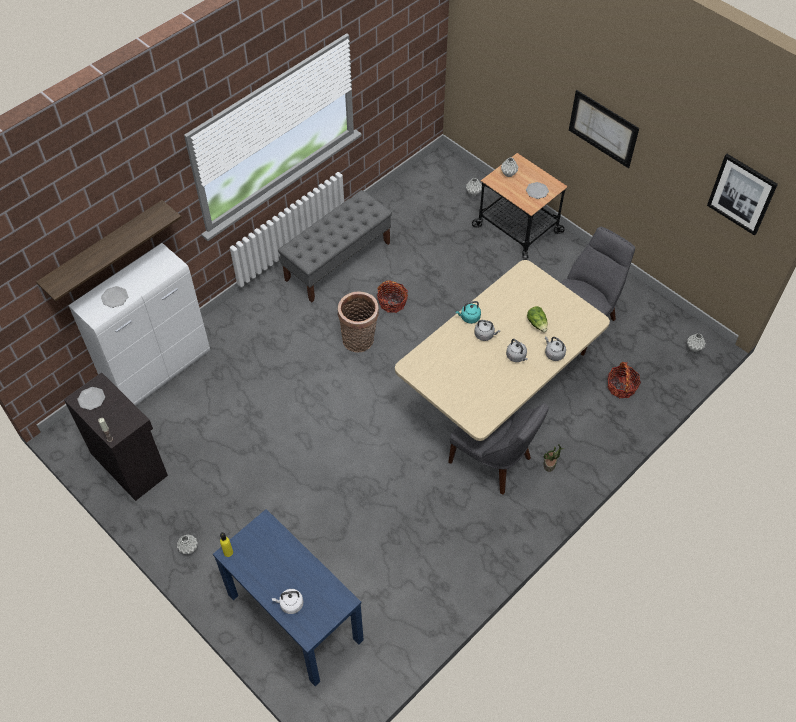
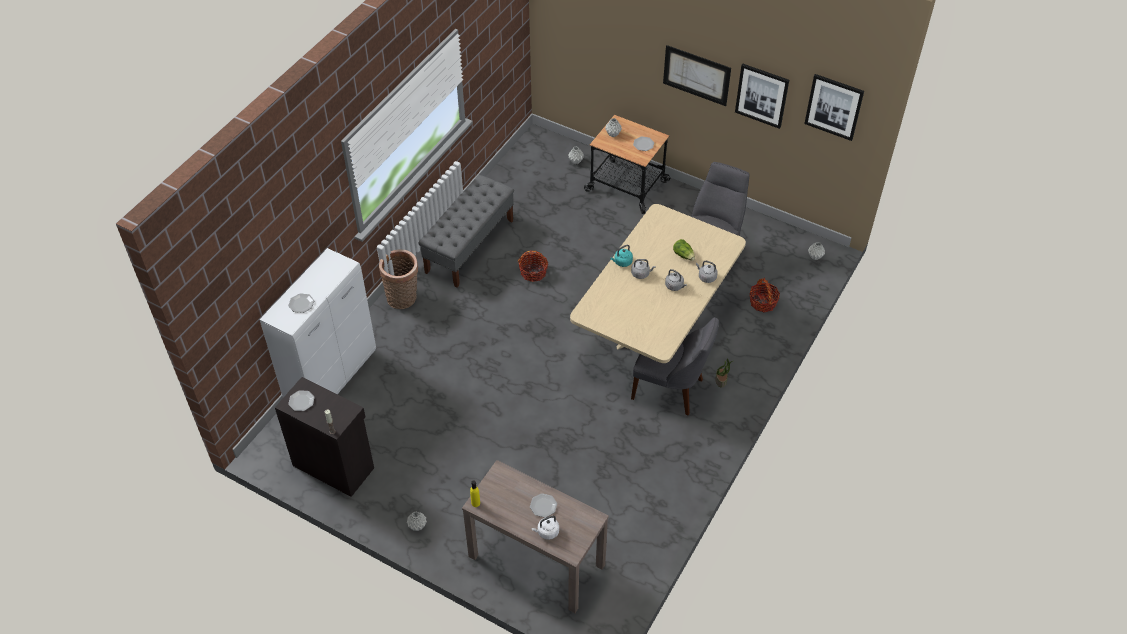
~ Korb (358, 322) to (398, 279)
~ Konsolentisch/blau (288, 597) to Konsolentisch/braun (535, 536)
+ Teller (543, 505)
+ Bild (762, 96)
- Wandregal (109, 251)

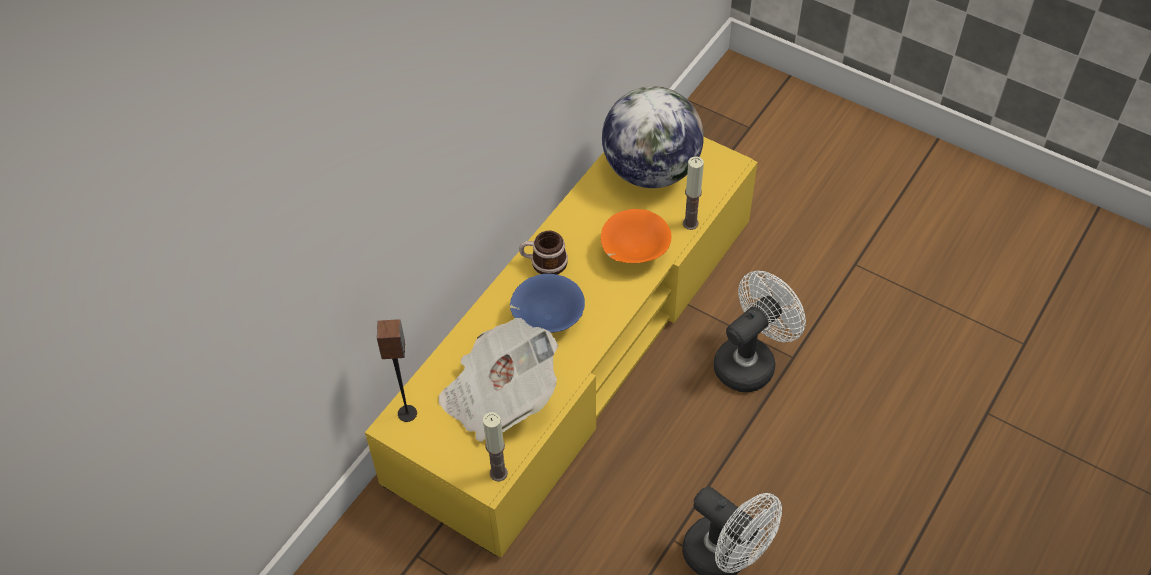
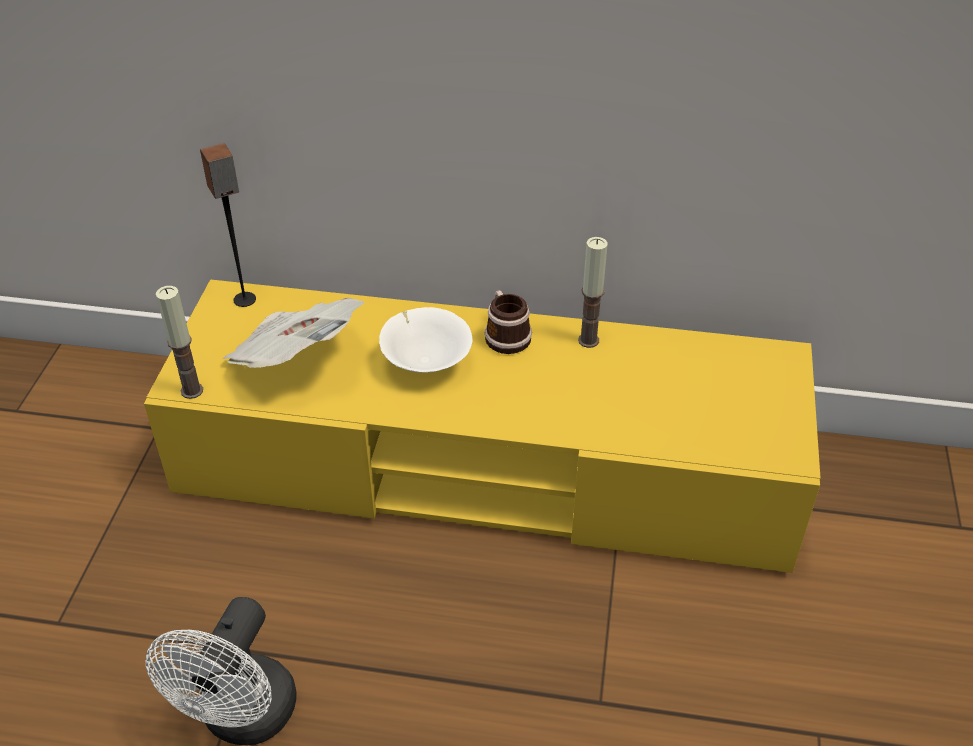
~ Schüssel/blau (547, 303) to Schüssel/weiß (426, 340)
~ Kerze (693, 193) to (592, 292)
- Schüssel/orange (636, 236)
- Globus (653, 137)
- Ventilator/weiß (759, 331)

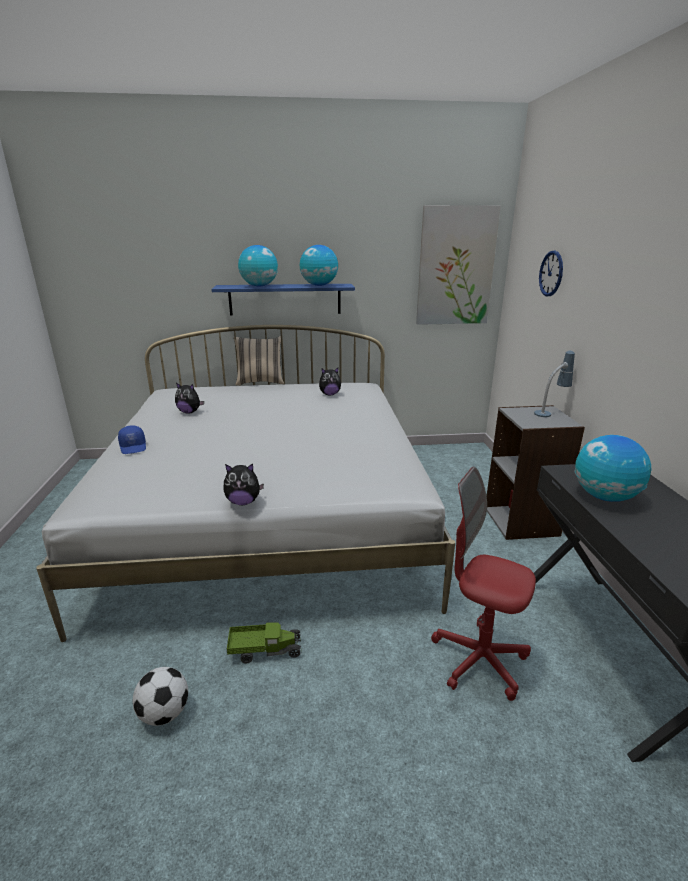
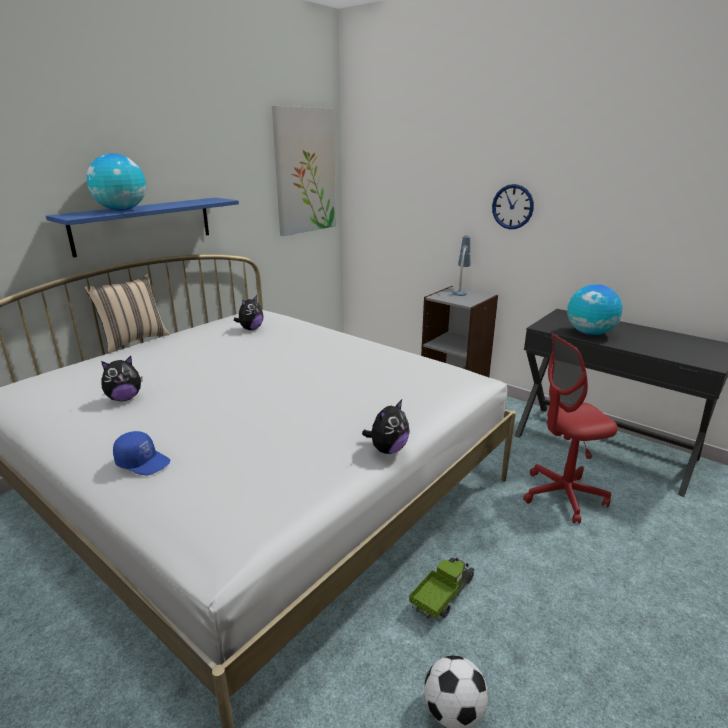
~ Wanduhr (551, 273) to (513, 206)
- Globus (319, 265)

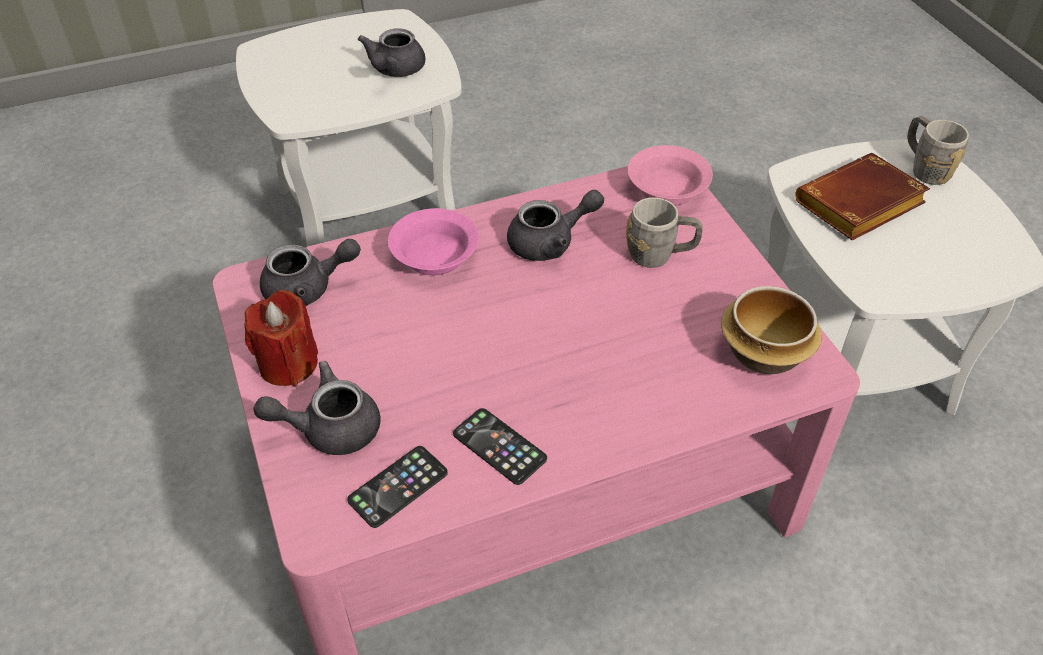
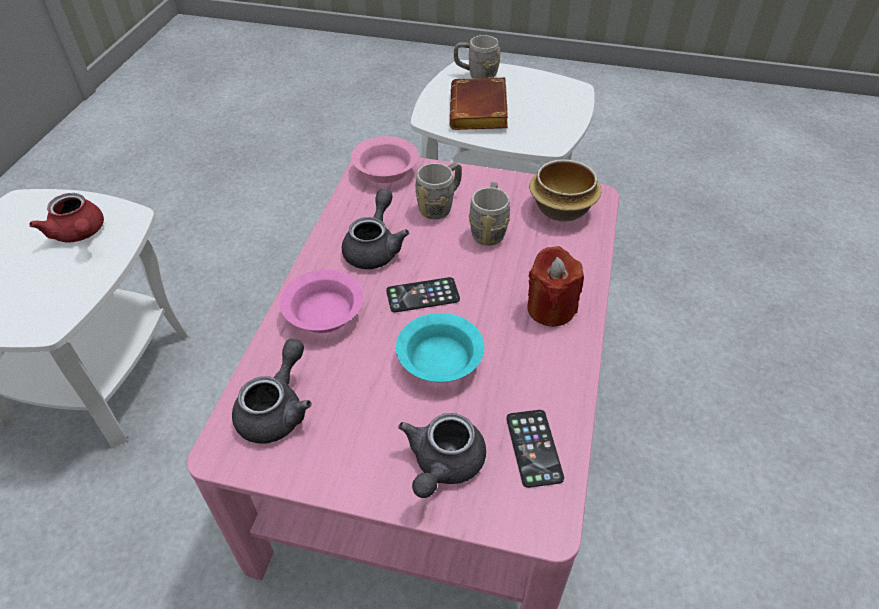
~ Teekanne/grau (391, 52) to Teekanne/rot (66, 217)
~ Handy (500, 446) to (423, 294)
+ Schüssel/türkis (440, 347)
+ Henkelbecher/grau (489, 213)
~ Kerze/rot (281, 338) to (556, 286)

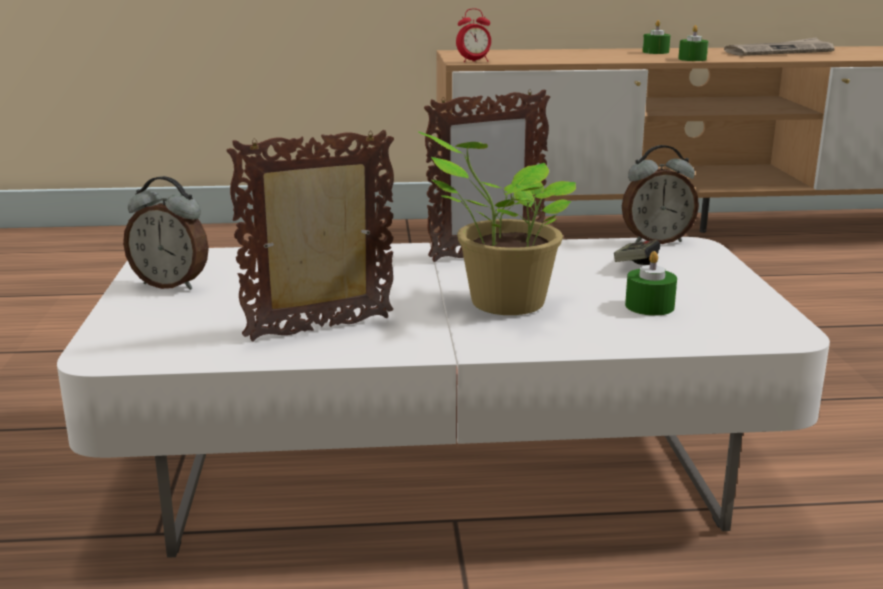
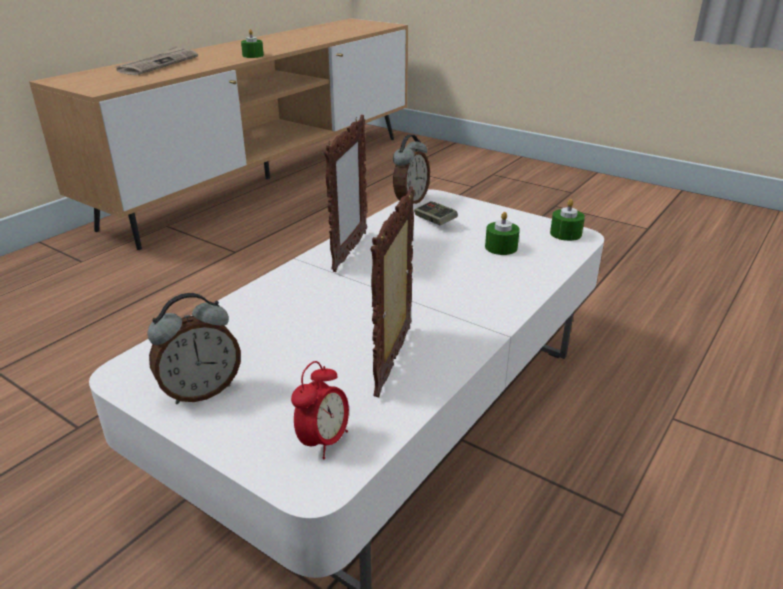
~ Zeitung (779, 46) to (156, 60)
~ Wecker (473, 35) to (320, 410)
~ Kerze/grün (656, 37) to (567, 220)
- Topfpflanze (497, 223)

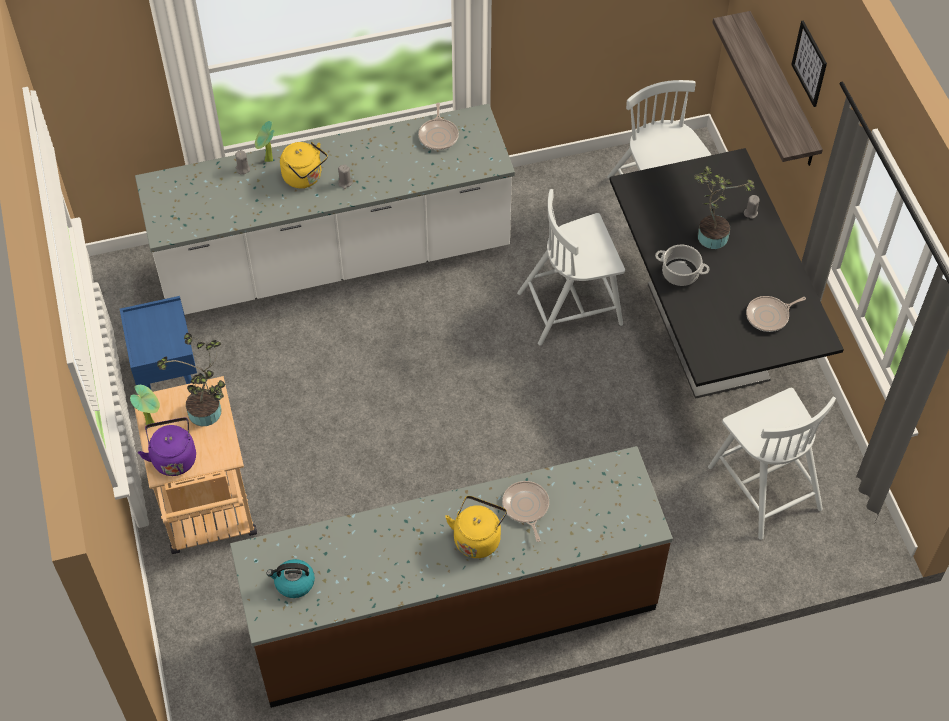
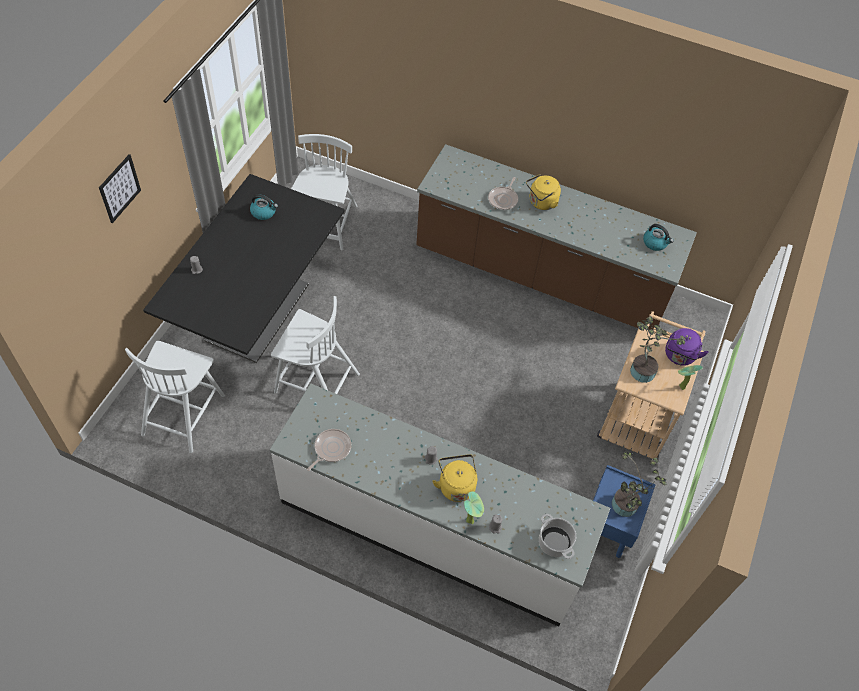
~ Pfanne (776, 314) to Wasserkessel (264, 207)
~ Kochtopf (682, 265) to (557, 536)
~ Topfpflanze (724, 207) to (639, 484)
- Wandregal (767, 88)

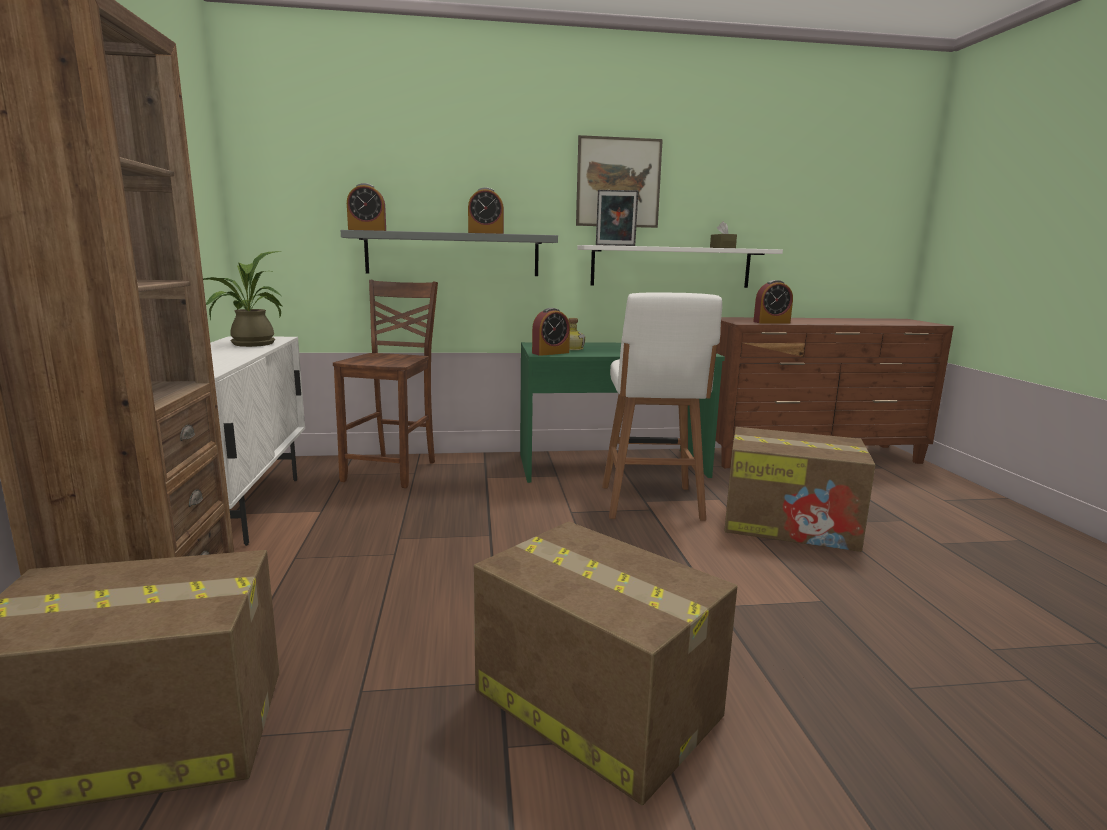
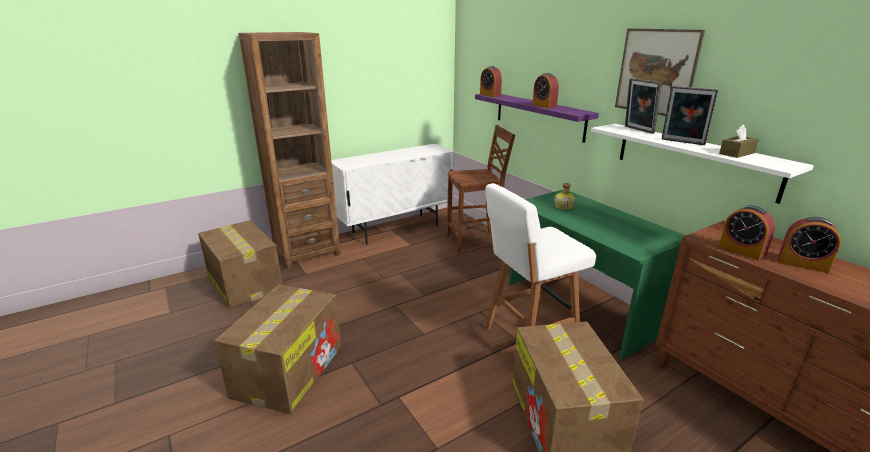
~ Wandregal/grau (449, 253) to Wandregal/lila (537, 118)
+ Bilderrahmen (690, 115)
~ Wecker (551, 332) to (809, 245)
- Topfpflanze (243, 299)

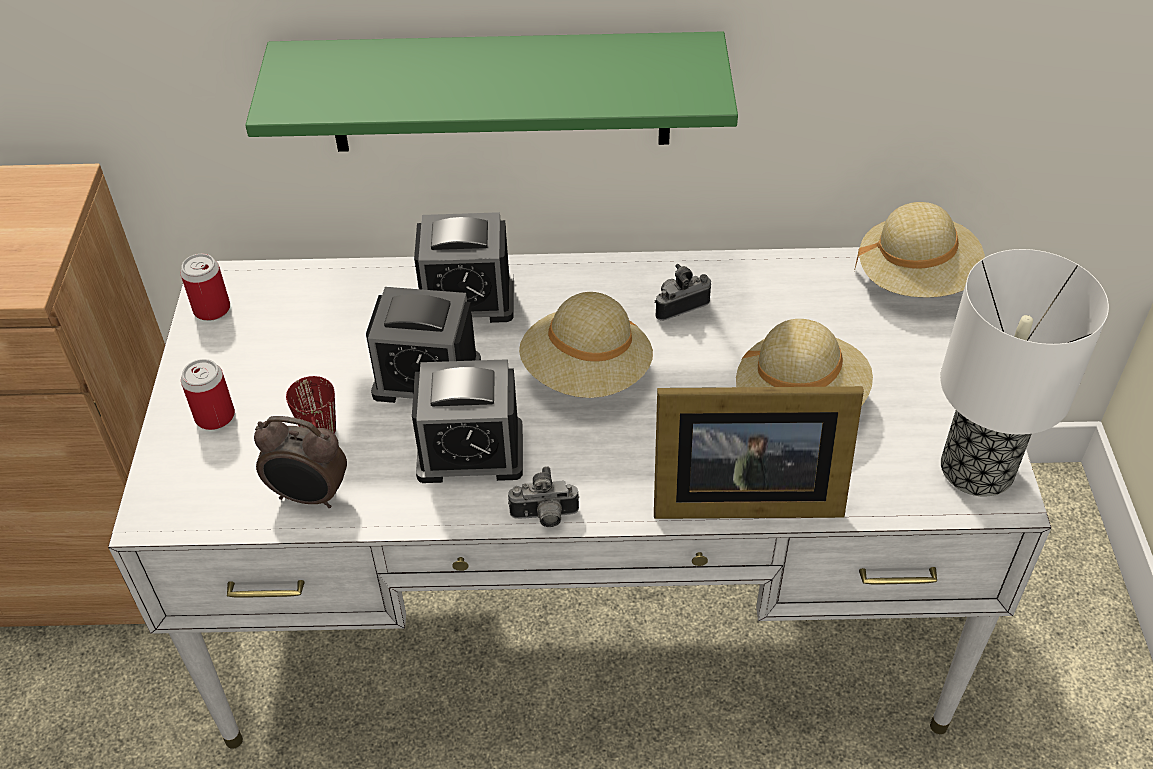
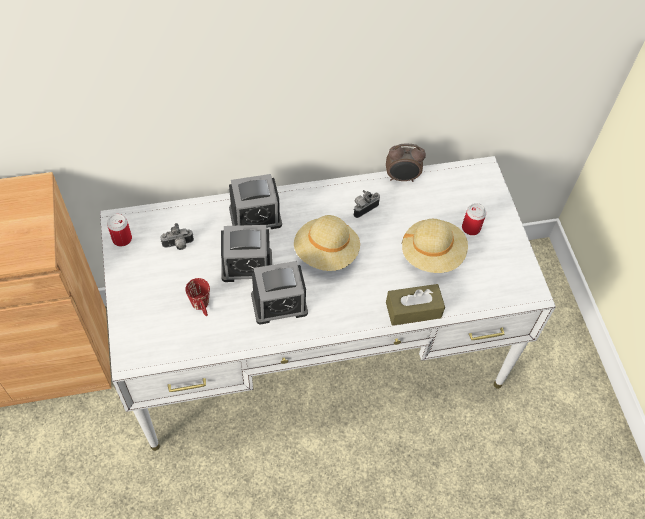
~ Kamera (544, 496) to (177, 236)
~ Wecker (300, 462) to (406, 163)
~ Bilderrahmen (759, 452) to Taschentuchbox/braun (415, 305)
~ Dose (208, 394) to (474, 219)
- Wandregal/grün (491, 91)
- Hut/beige (919, 250)
- Tischlampe (1024, 373)

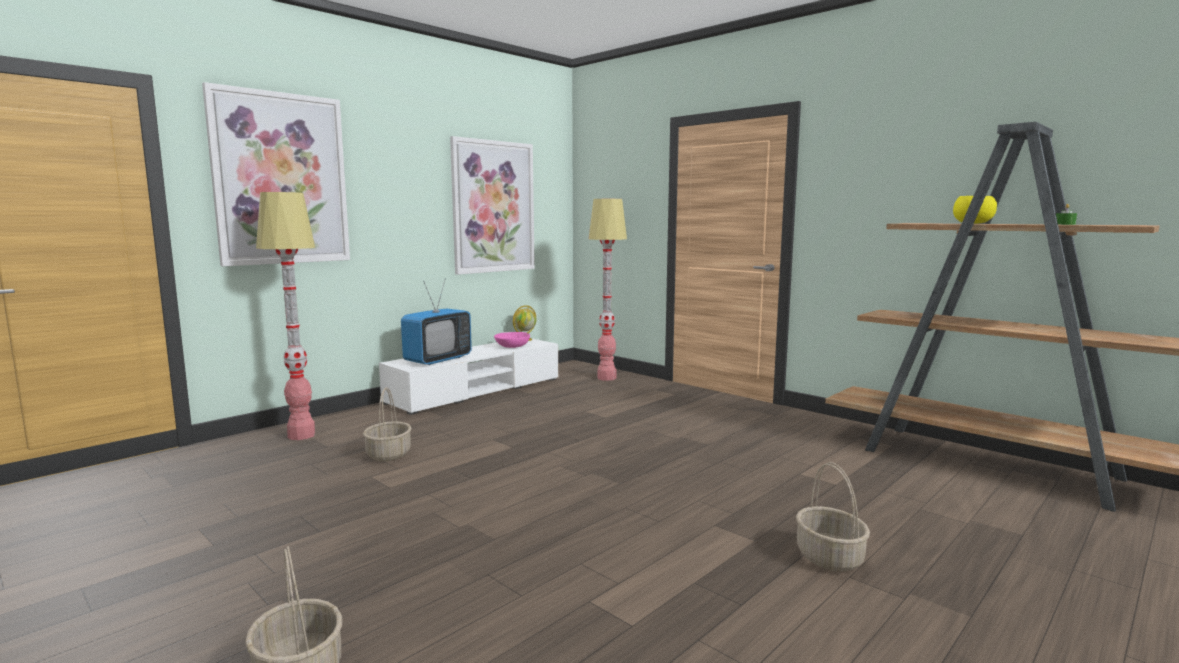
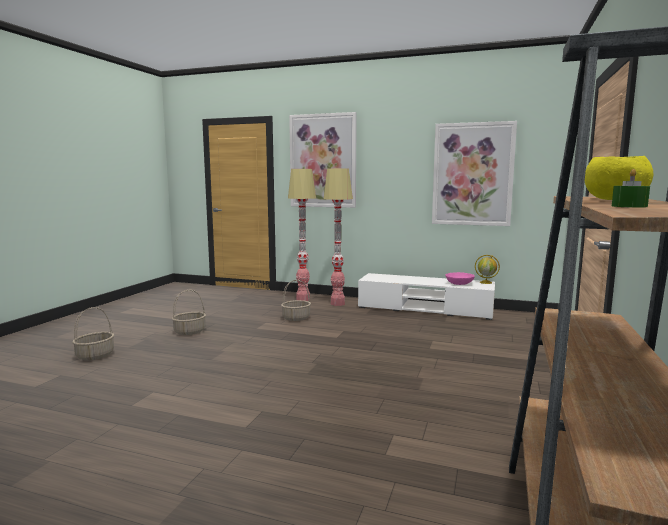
~ Korb (833, 517) to (189, 312)
~ Stehlampe (608, 290) to (338, 237)
- Fernseher (436, 322)

